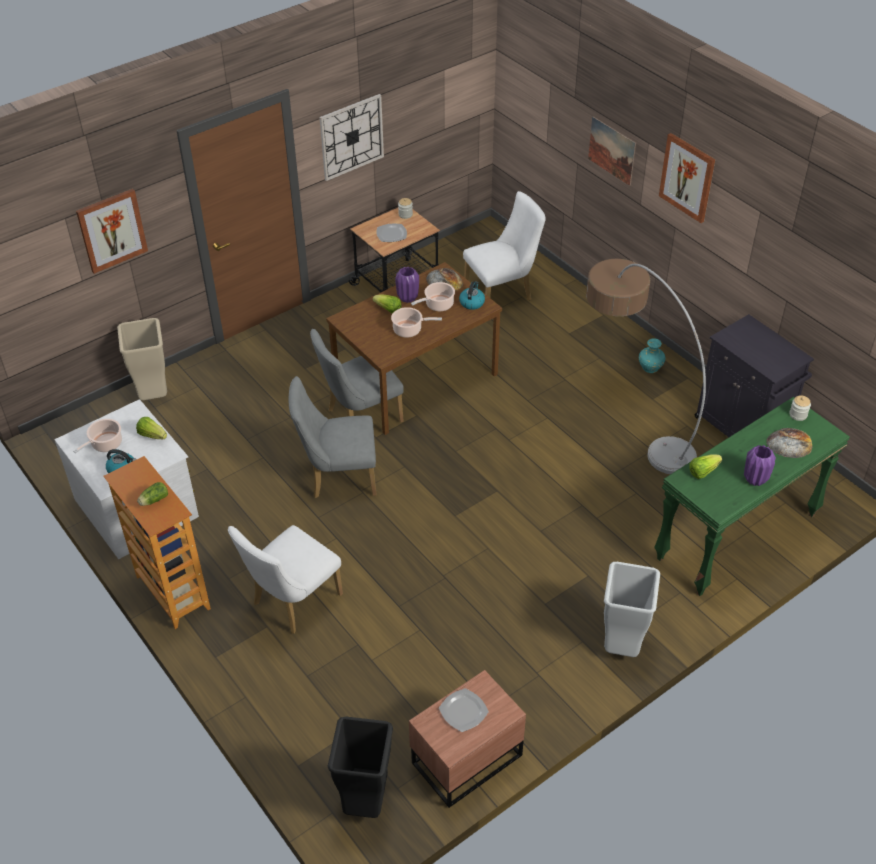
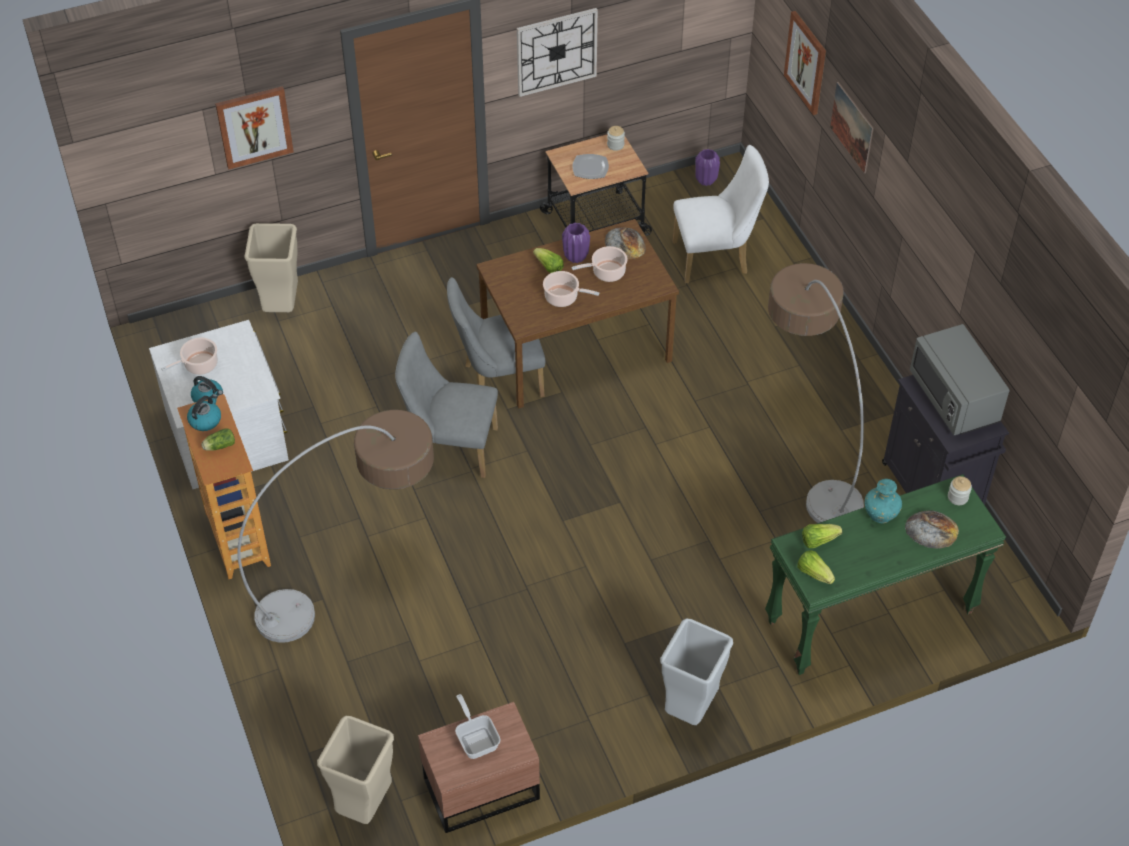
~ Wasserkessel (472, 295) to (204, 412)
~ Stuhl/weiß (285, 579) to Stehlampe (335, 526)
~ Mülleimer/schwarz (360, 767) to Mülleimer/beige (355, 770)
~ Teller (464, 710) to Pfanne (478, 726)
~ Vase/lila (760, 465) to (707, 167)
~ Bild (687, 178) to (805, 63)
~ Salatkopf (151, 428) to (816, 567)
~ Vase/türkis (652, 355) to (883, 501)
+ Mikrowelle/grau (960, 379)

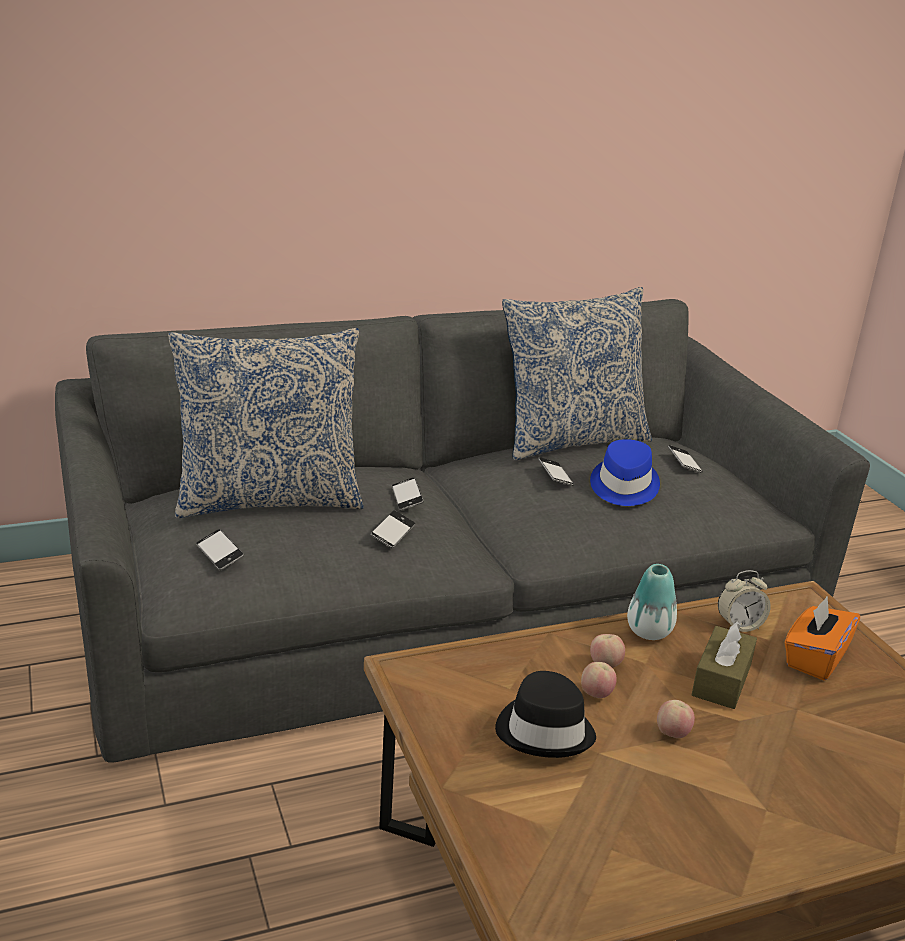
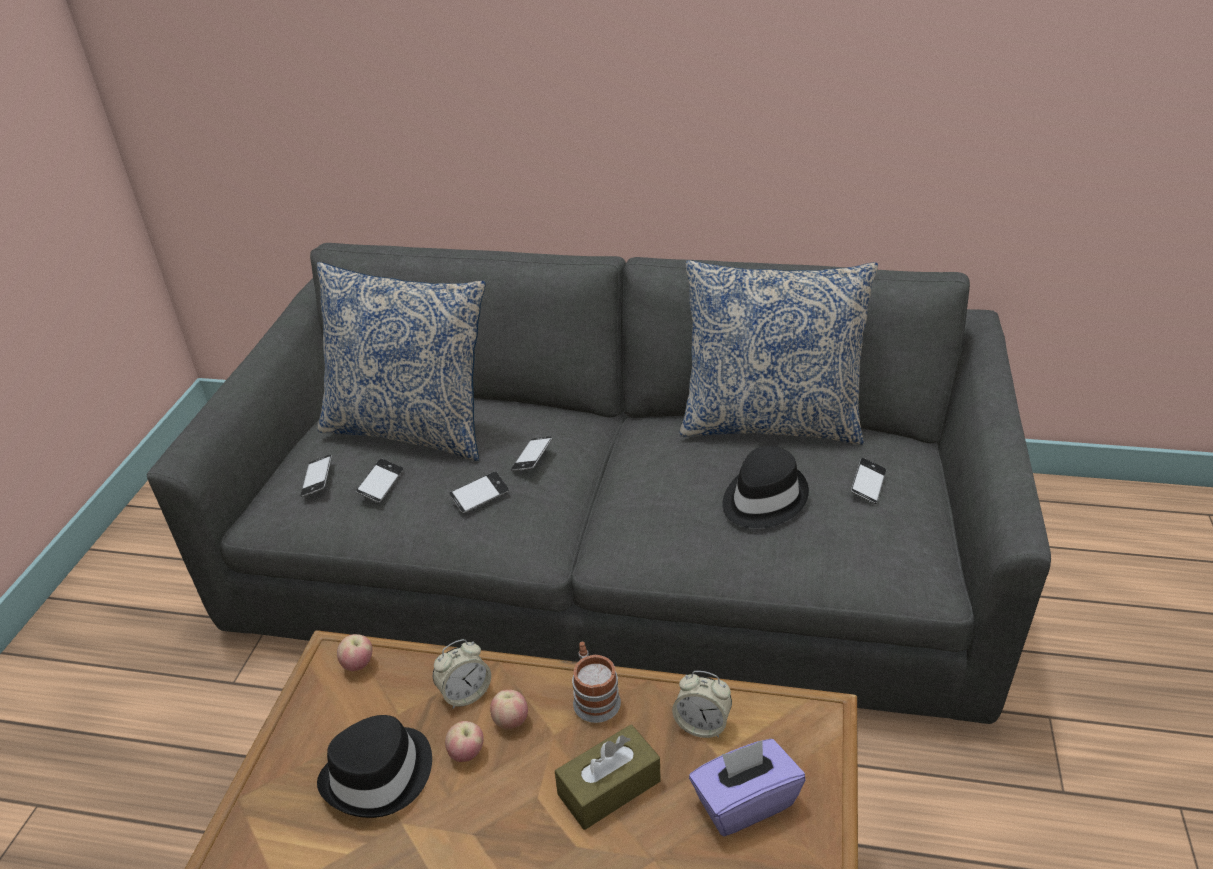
~ Apfel (676, 719) to (354, 652)
~ Handy (556, 471) to (379, 481)
+ Wecker (462, 674)
~ Vase (652, 602) to Henkelbecher (596, 682)
~ Taschentuchbox/orange (822, 638) to Taschentuchbox/lila (747, 787)
~ Hut/blau (625, 472) to Hut/schwarz (765, 487)

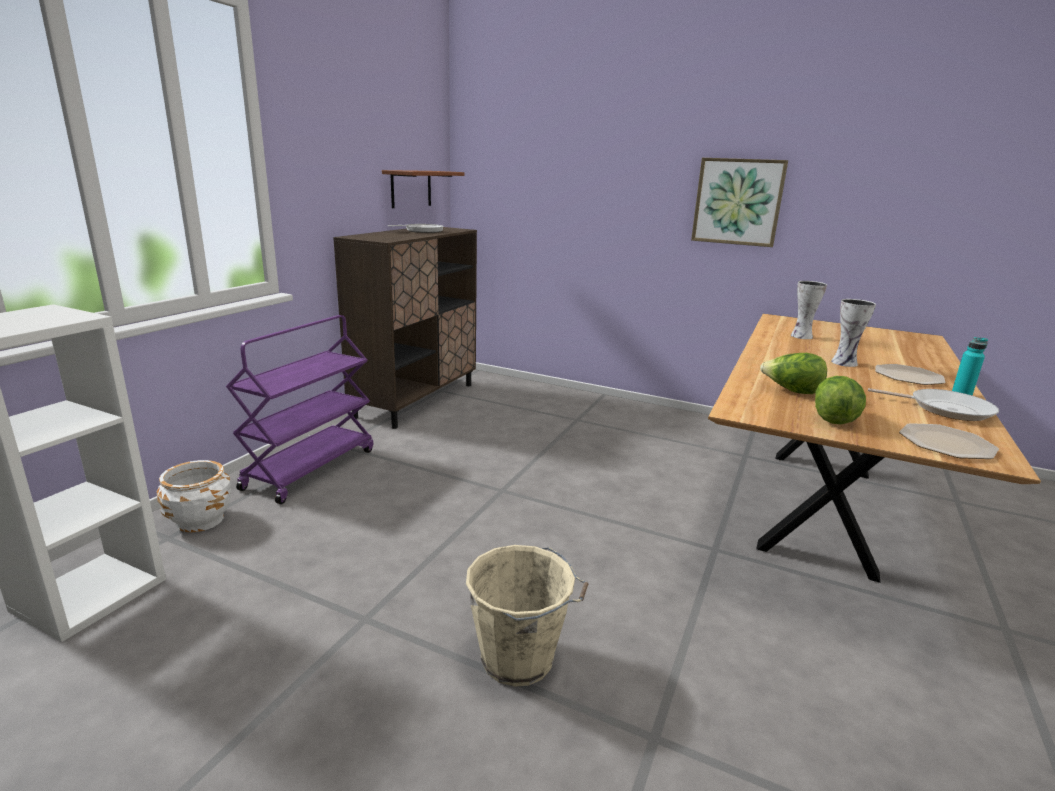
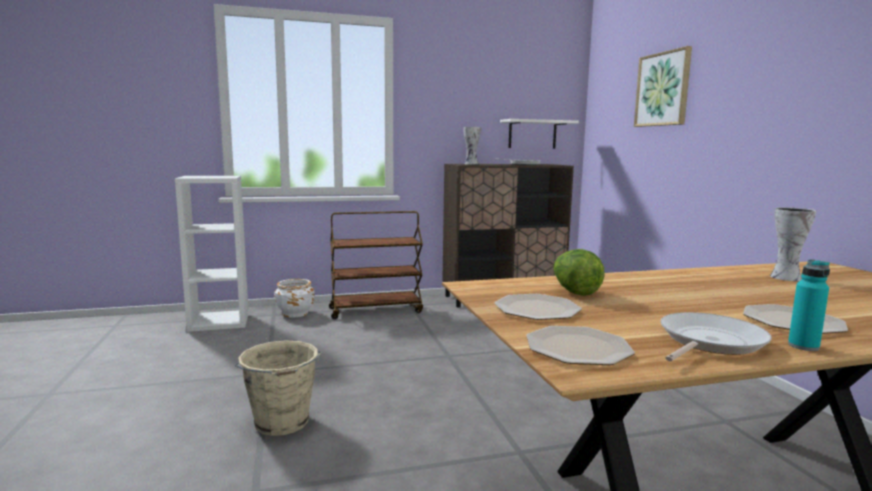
~ Rollwagen/lila (299, 409) to Rollwagen/braun (376, 265)
~ Vase (853, 333) to (472, 146)
~ Salatkopf (840, 400) to Teller (538, 307)
~ Wandregal/braun (423, 189) to Wandregal/weiß (539, 134)
~ Bild (739, 202) to (663, 86)
~ Pfanne (933, 404) = (716, 336) 120 degrees counterclockwise

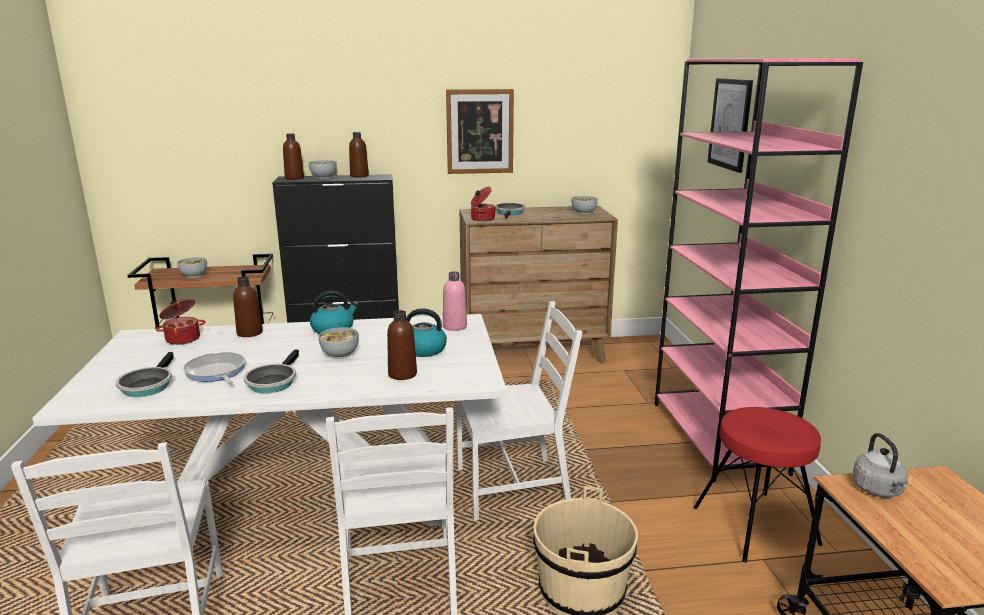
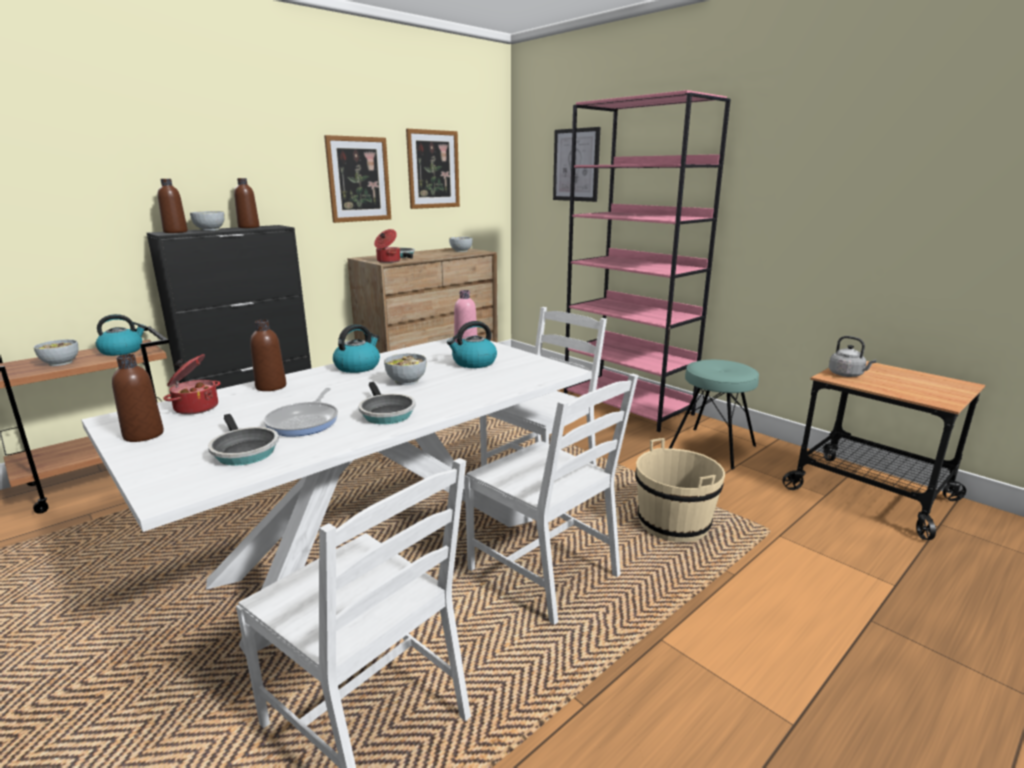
+ Wasserkessel (121, 335)
~ Flasche/braun (402, 345) to (138, 398)
~ Pfanne (214, 368) = (301, 412) 105 degrees counterclockwise
+ Bild (433, 169)
~ Hocker/rot (757, 485) to Hocker/türkis (714, 414)

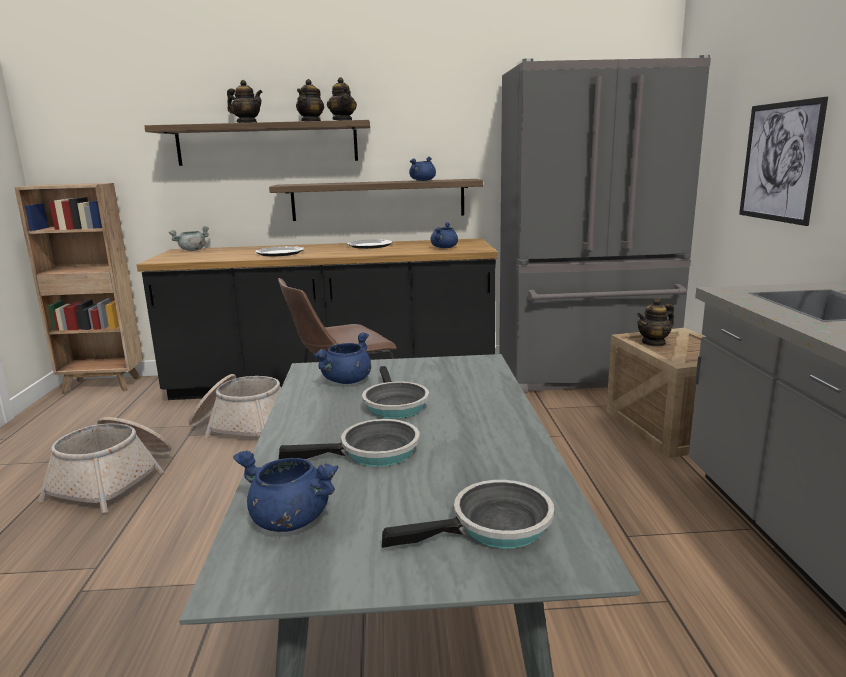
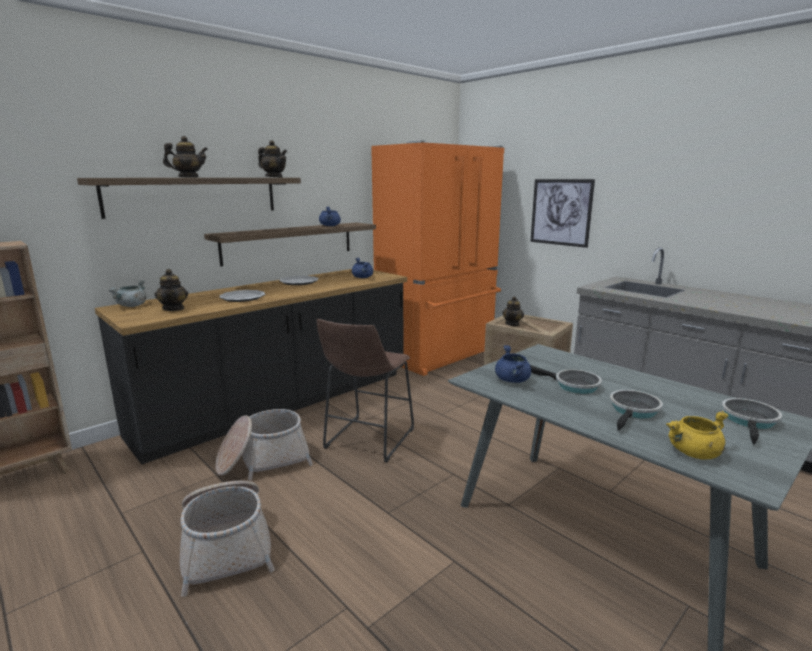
~ Teekanne (310, 100) to (171, 290)
~ Kühlschrank/grau (605, 224) to Kühlschrank/orange (437, 258)
~ Kochtopf/blau (286, 491) to Kochtopf/gelb (697, 435)

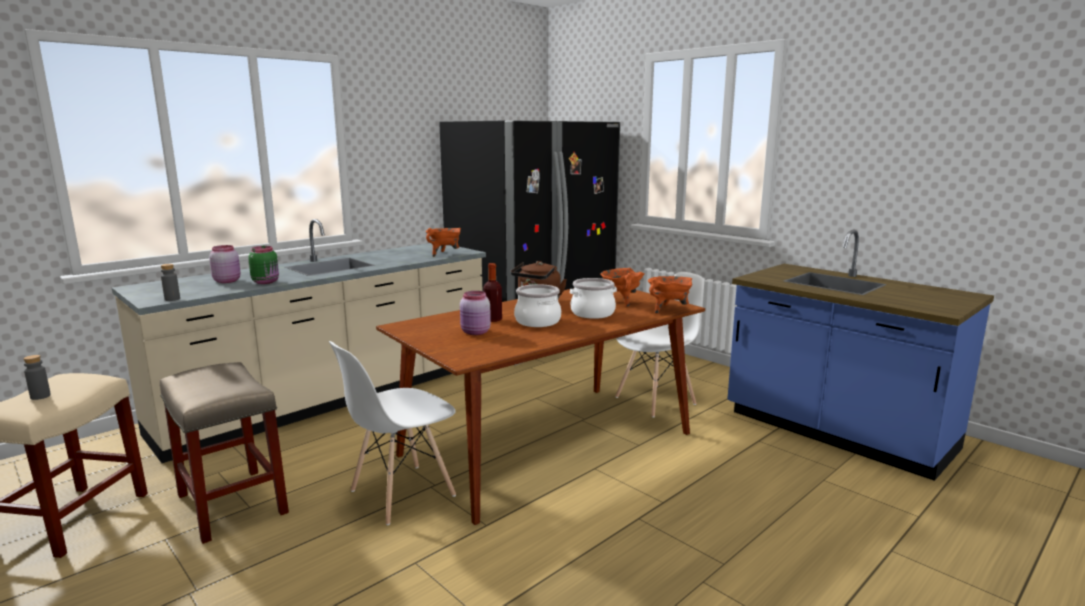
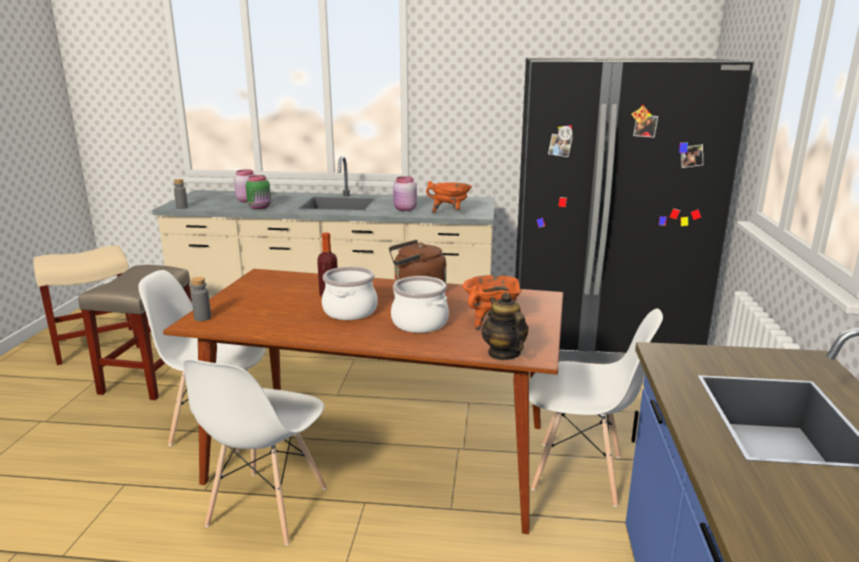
+ Stuhl/weiß (254, 452)
~ Flasche/grau (37, 377) to (201, 299)
~ Vorratsglas/rosa (475, 313) to (405, 193)
~ Kochtopf/orange (670, 295) to Teekanne (505, 326)

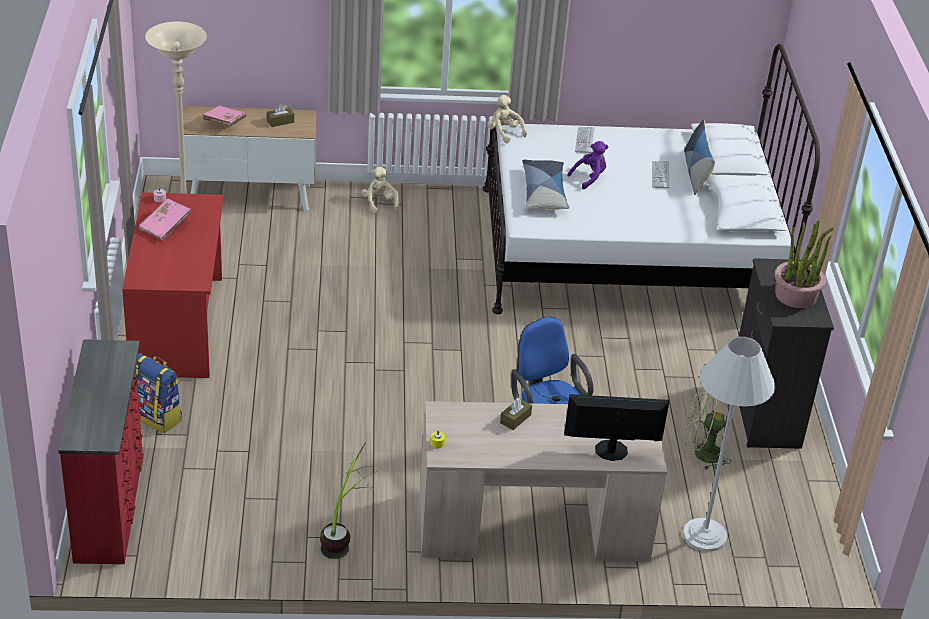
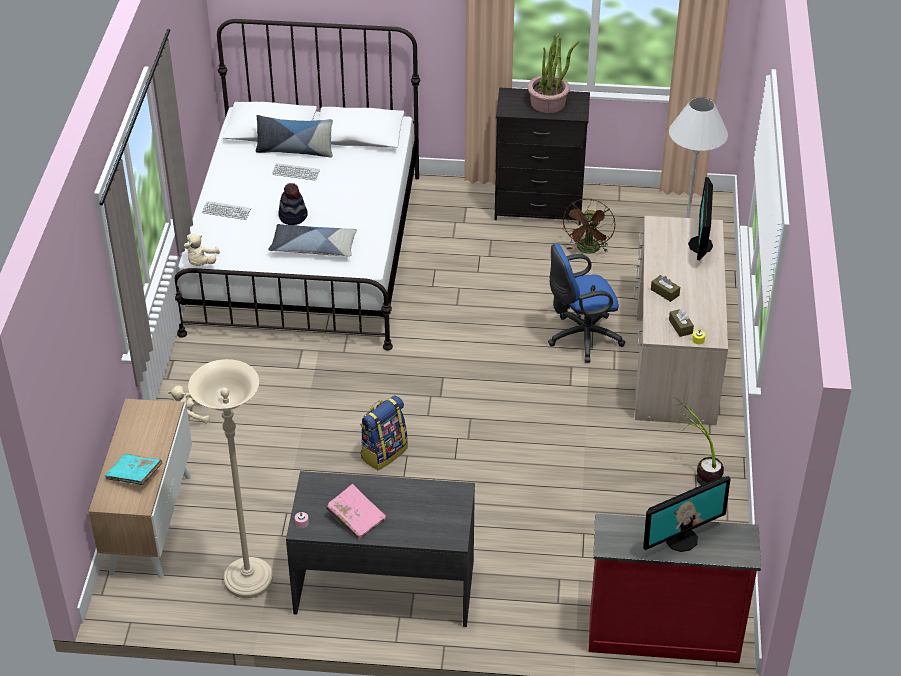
~ Buch/rosa (224, 116) to Buch/türkis (133, 469)
~ Plüschtier/beige (507, 119) = (202, 250) 45 degrees counterclockwise
~ Plüschtier/lila (587, 165) to Hut (293, 204)
~ Schreibtisch/rot (173, 285) to Schreibtisch/grau (380, 549)
~ Rucksack (159, 393) to (384, 432)
~ Ventilator/grün (708, 428) to Ventilator/braun (588, 226)
+ Monitor (687, 514)
~ Taschentuchbox/braun (280, 115) to (681, 322)

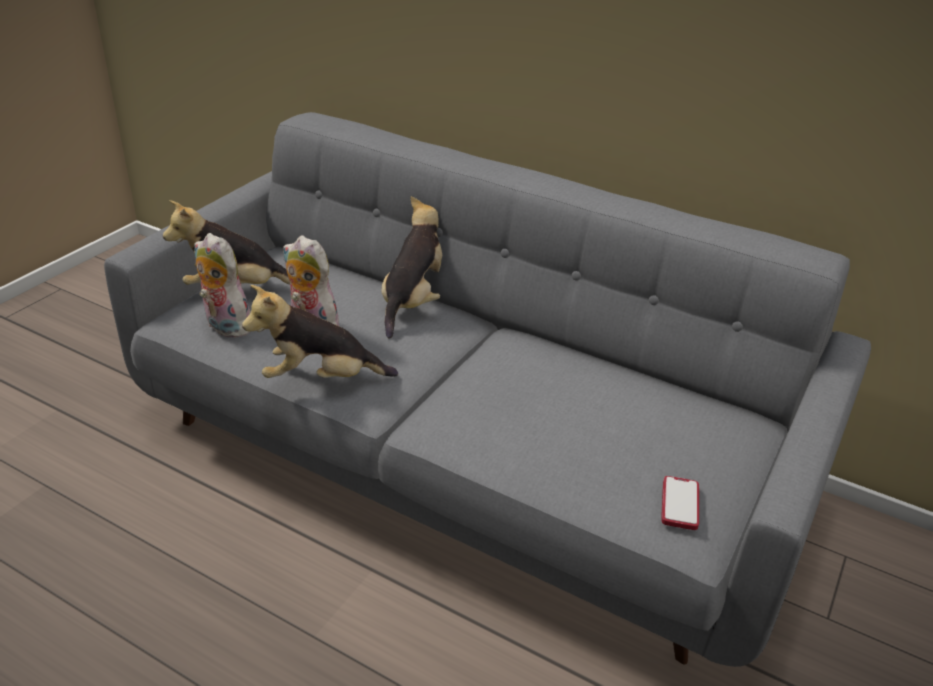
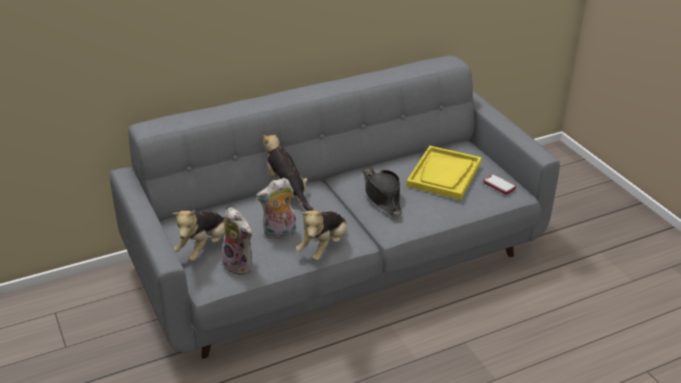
~ Plüschtier (222, 285) = (237, 241) 120 degrees counterclockwise
+ Hut/schwarz (383, 192)
+ Tablett/gelb (444, 173)

